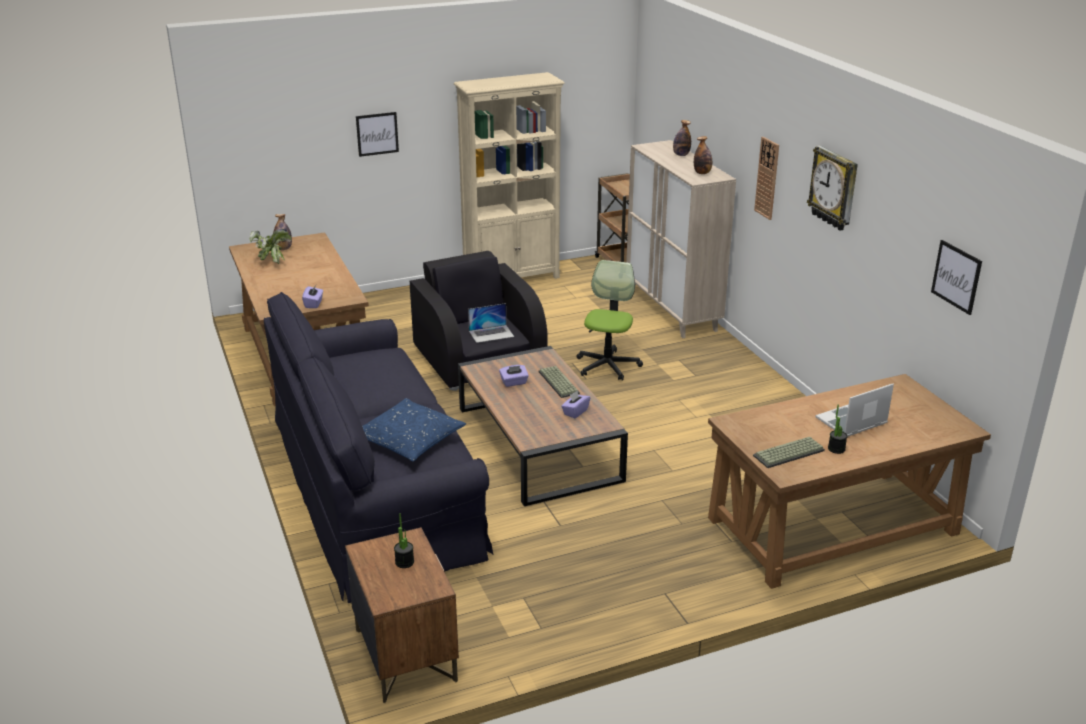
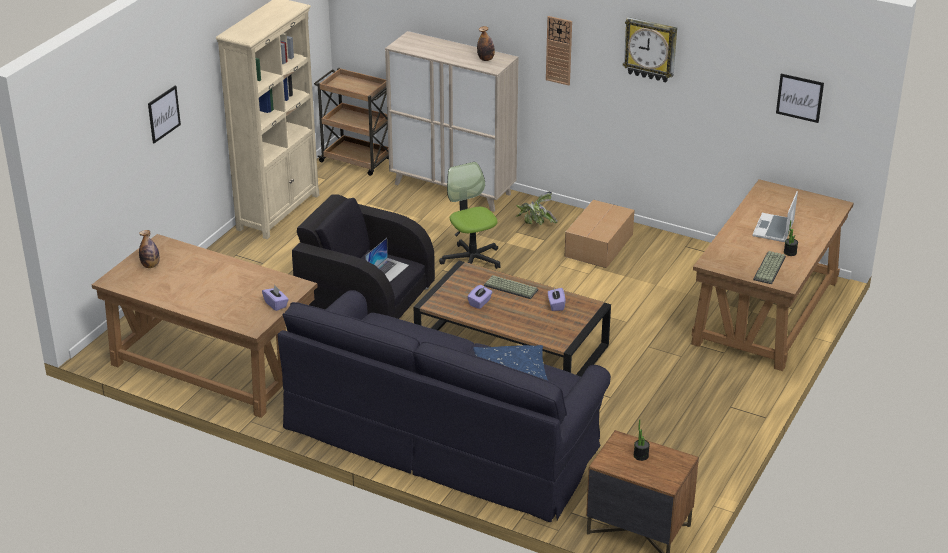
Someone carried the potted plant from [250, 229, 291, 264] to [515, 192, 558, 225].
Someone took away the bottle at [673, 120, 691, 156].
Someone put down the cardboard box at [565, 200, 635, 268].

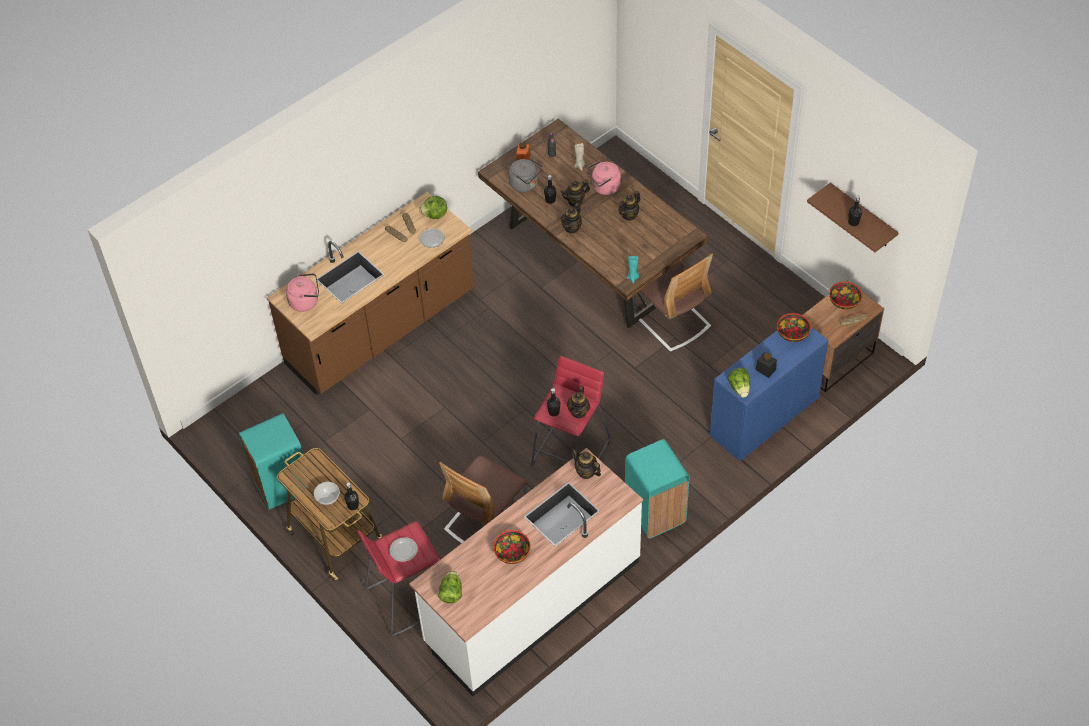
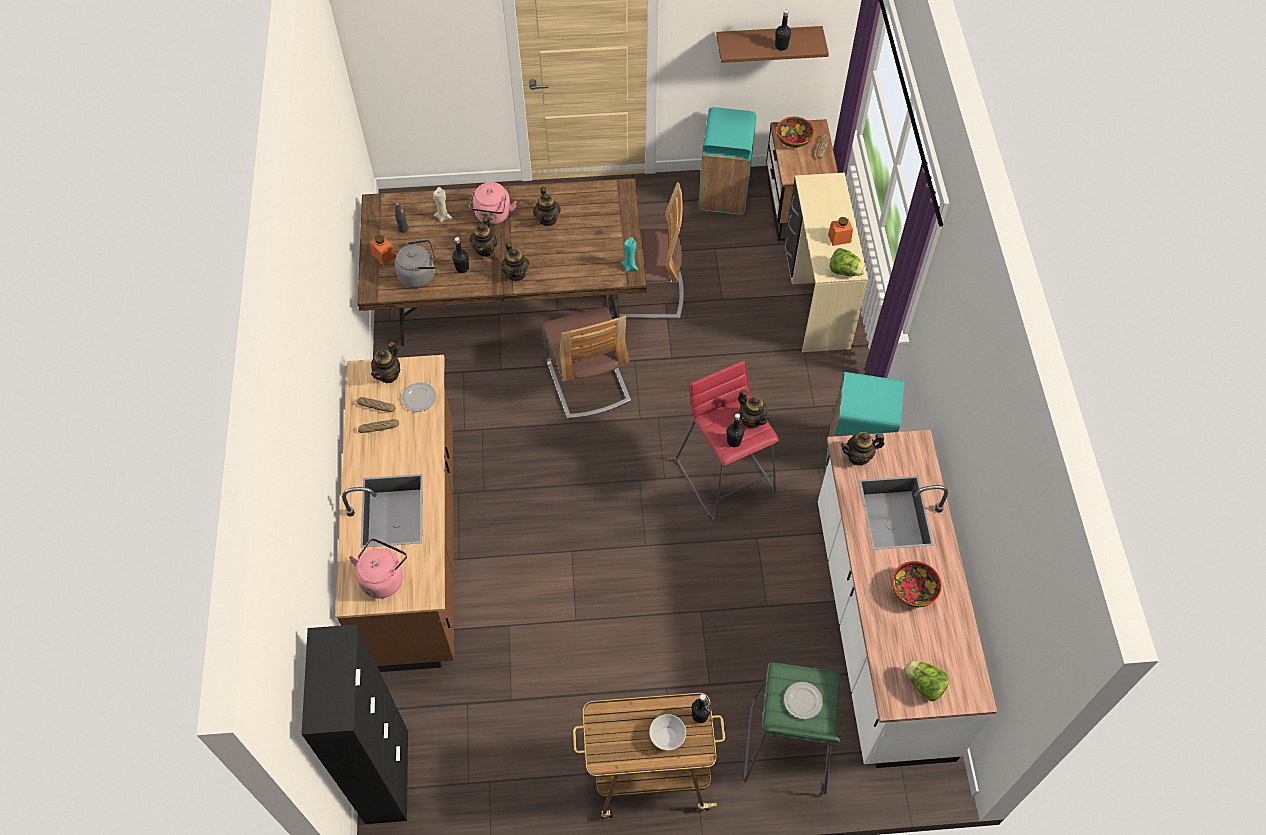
Someone carried the turquoise trash can from [239, 413, 303, 510] to [699, 107, 756, 215].
Someone repainted the red stool at [357, 521, 440, 636], which became the green stool at [743, 662, 841, 794].
Someone swapped the lettuce at [419, 196, 447, 219] for the teapot at [371, 341, 400, 383].
Someone carried the chair from [439, 455, 528, 544] to [542, 307, 631, 419].
Someone repainted the blue desk at [710, 327, 829, 461], which became the beige desk at [785, 173, 869, 352].
Someone repainted the black jar at [755, 352, 777, 378], which became the orange jar at [828, 217, 853, 246].
Someone took away the bowl at [777, 313, 811, 342].
Someone put down the black cabinet at [302, 624, 408, 824].

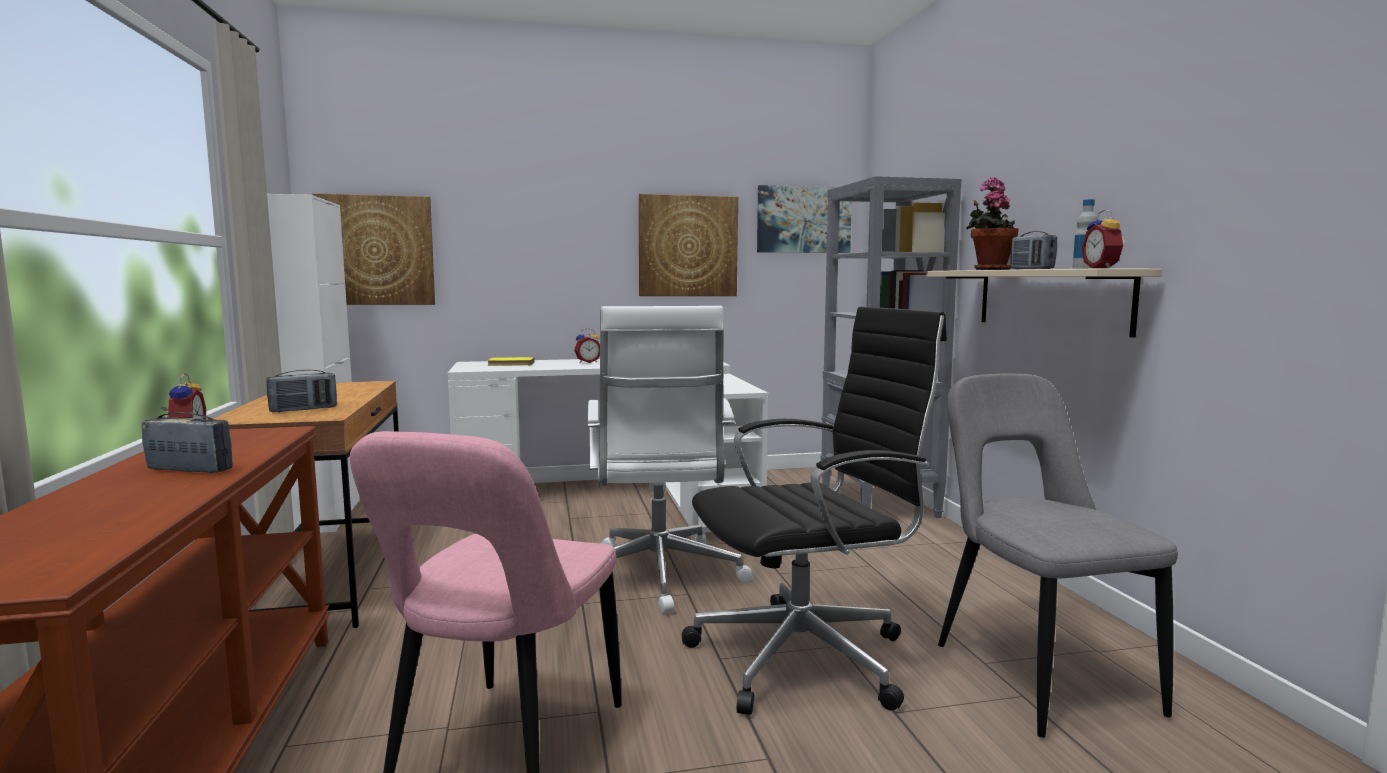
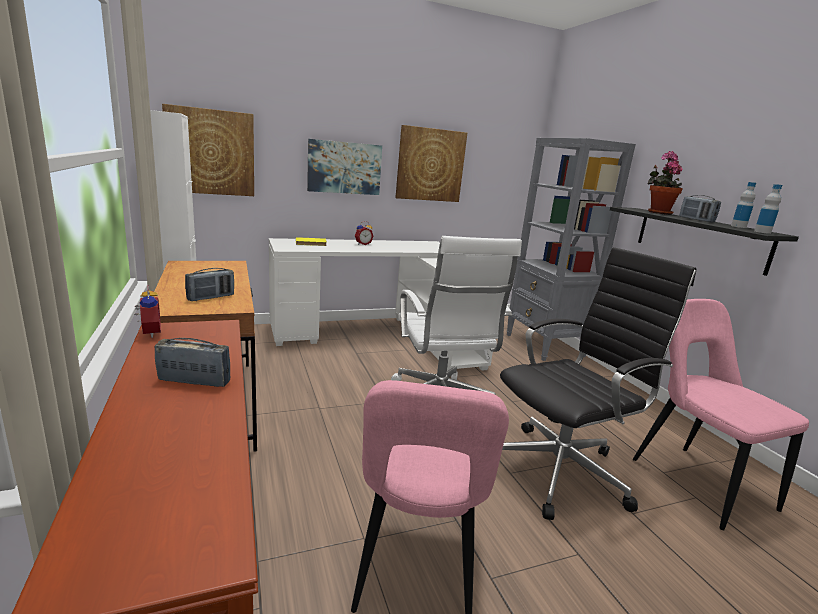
Someone carried the picture from [757, 185, 852, 253] to [307, 139, 382, 195].
Someone repainted the beige shelf at [926, 268, 1162, 338], which became the black shelf at [610, 207, 799, 276].
Someone repainted the grey chair at [938, 374, 1178, 738], which became the pink chair at [633, 299, 809, 530].
Someone swapped the alarm clock at [1082, 209, 1125, 268] for the bottle at [754, 184, 782, 234].

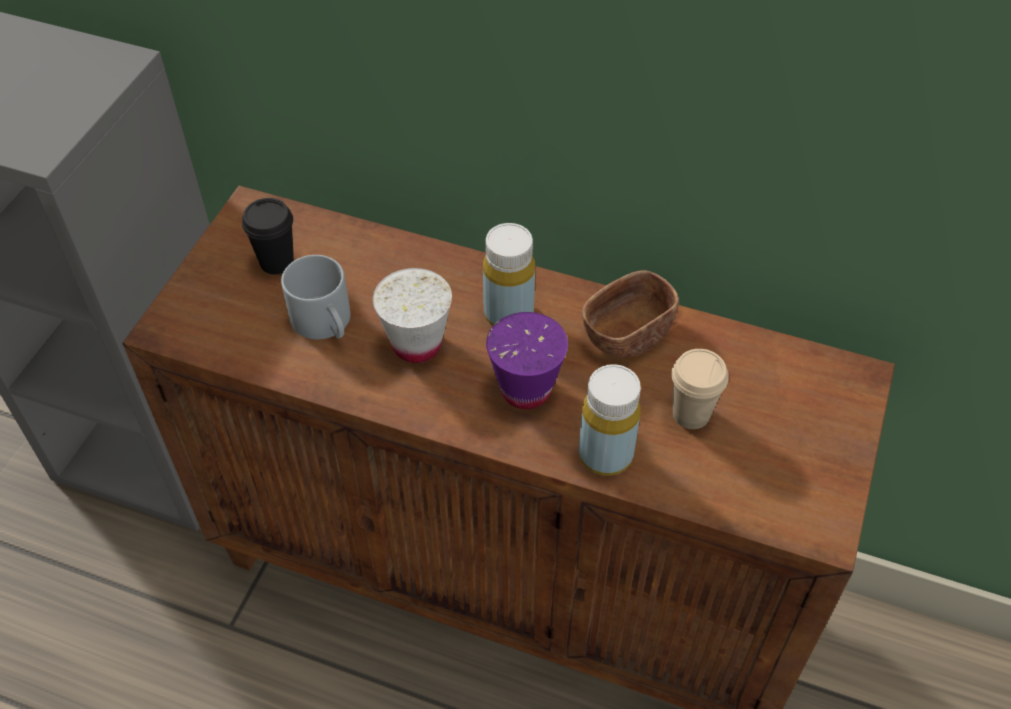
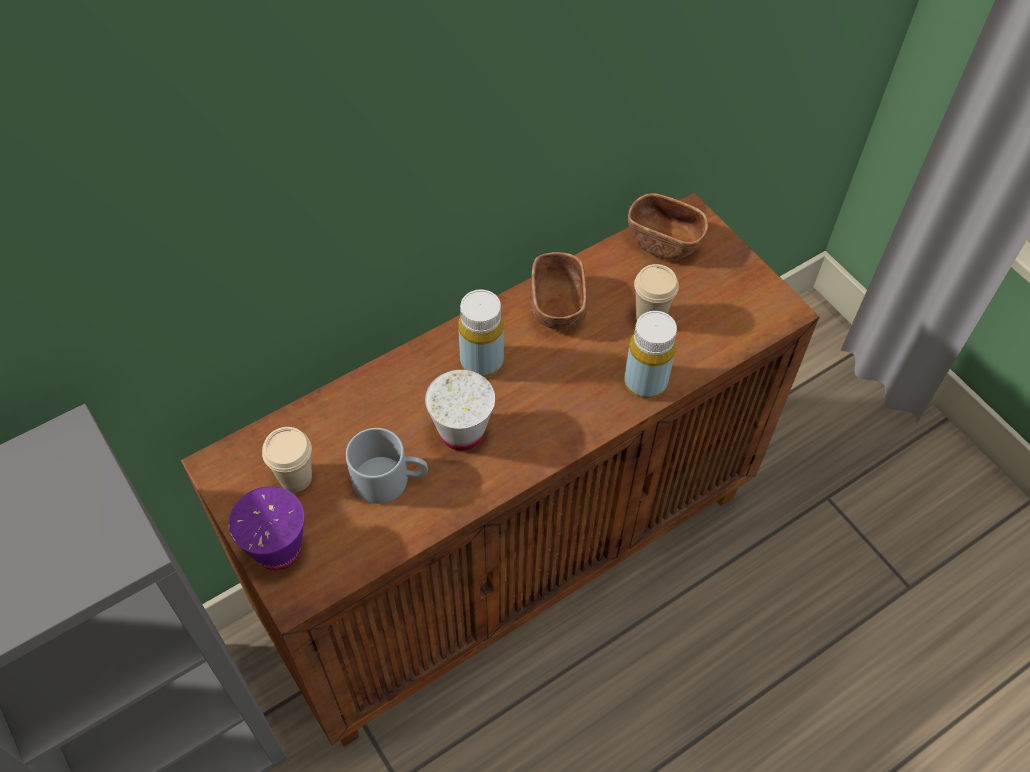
Someone repainted the black cup at [242, 198, 294, 274], which became the beige cup at [262, 427, 312, 492].
Someone carried the purple cup from [486, 312, 568, 409] to [229, 486, 304, 571].
Someone put down the brown bowl at [628, 193, 708, 260].

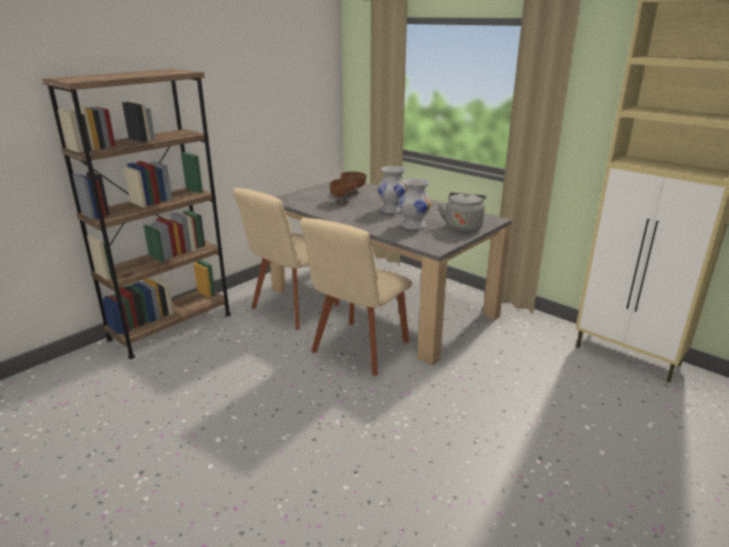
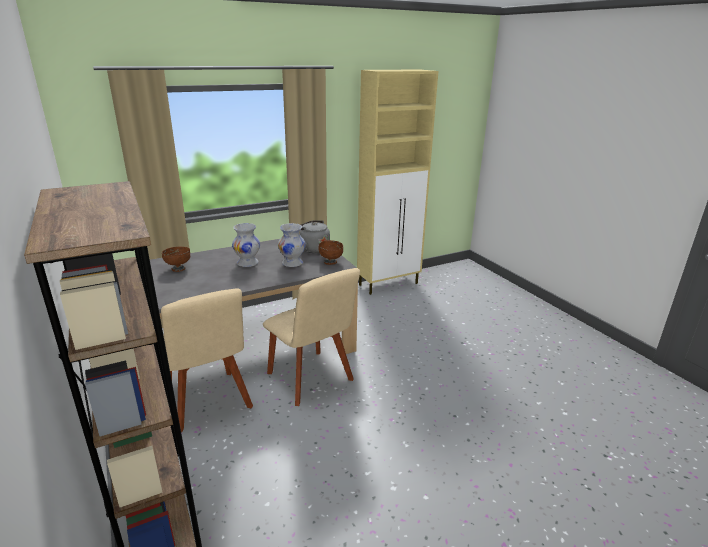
Someone carried the brown bowl from [330, 179, 357, 204] to [318, 240, 343, 265].

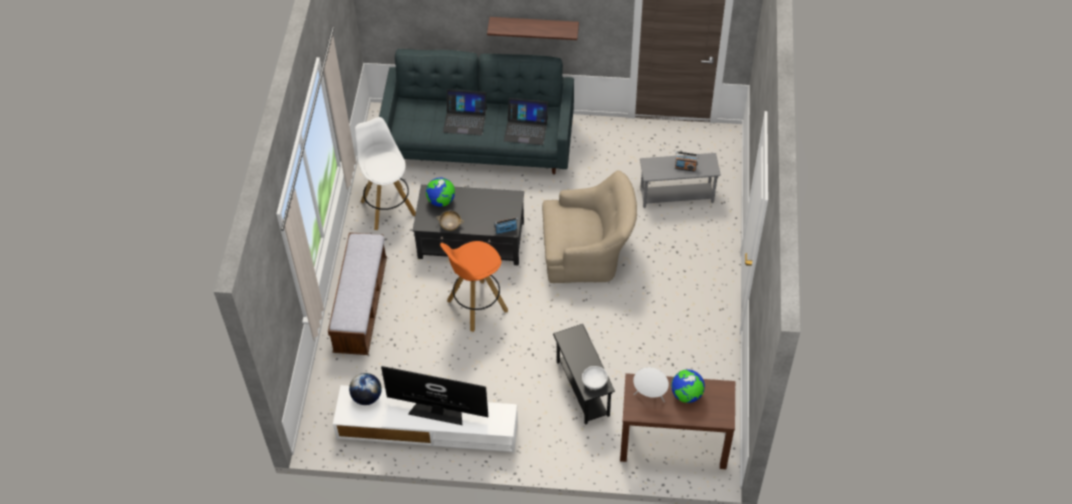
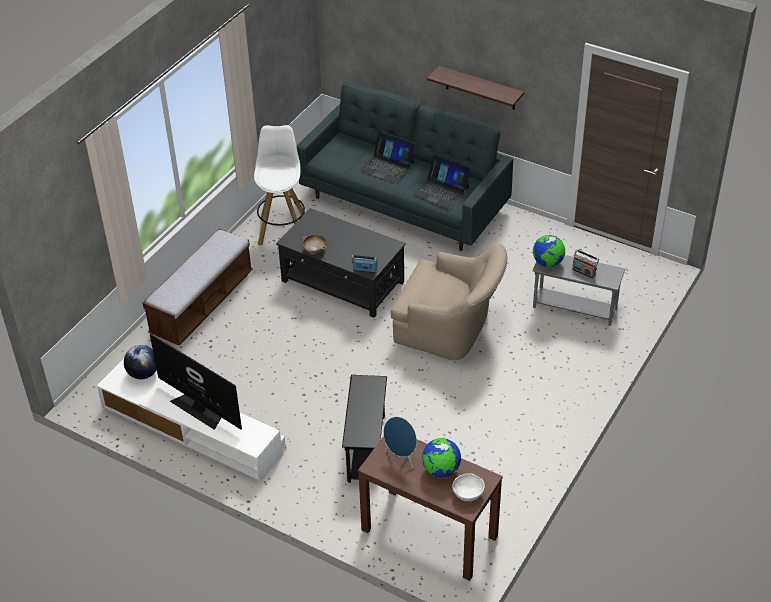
Someone carried the globe from [426, 177, 455, 207] to [533, 235, 565, 267].
Someone took away the orange stool at [440, 241, 508, 332].
Someone carried the white bowl from [582, 366, 608, 390] to [452, 473, 485, 501].
Someone repainted the white speaker at [633, 367, 669, 403], which became the blue speaker at [383, 417, 417, 469].

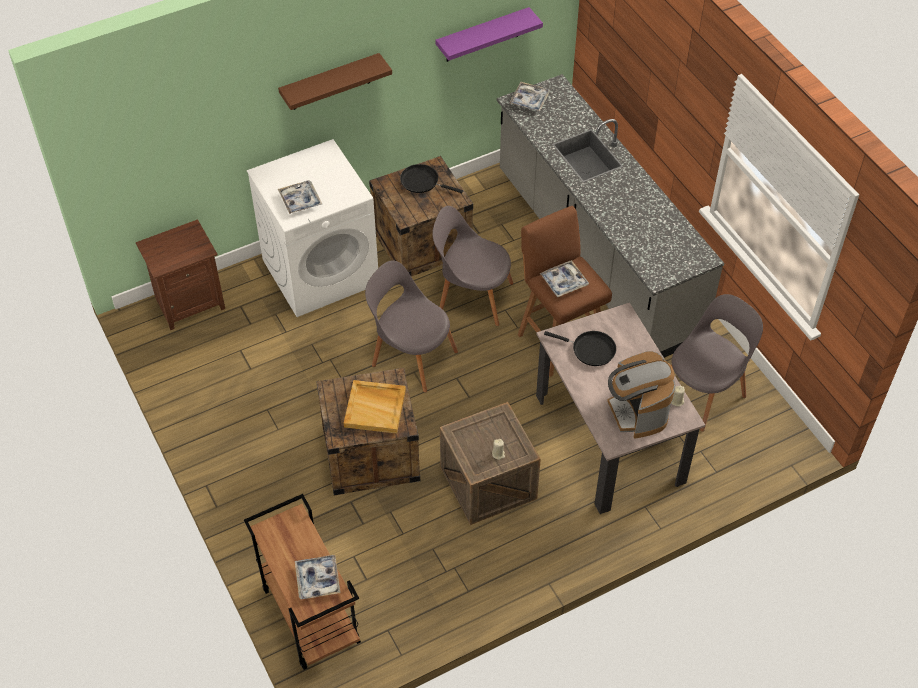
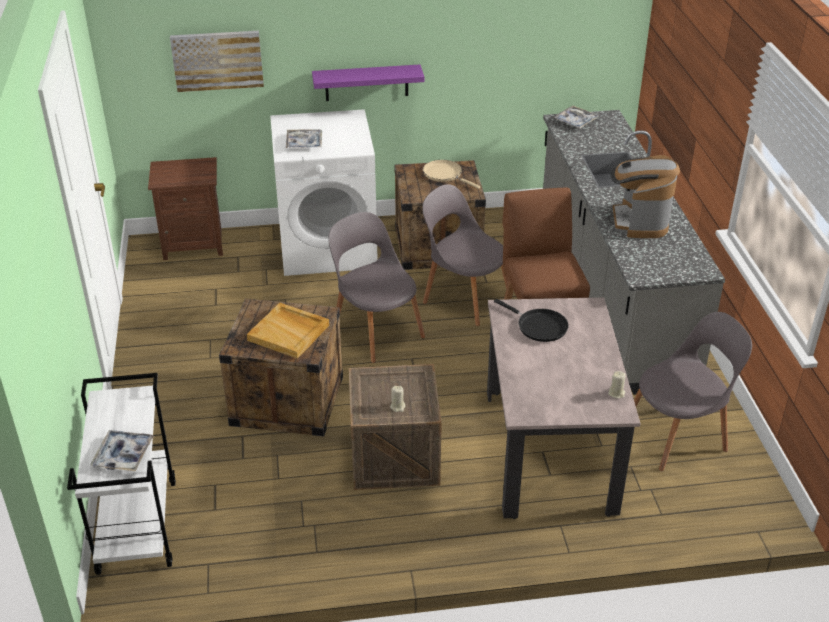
Someone repainted the brown cart at [244, 494, 361, 670], which became the white cart at [67, 373, 176, 575].
Someone took away the brown shelf at [278, 53, 392, 110].
Someone repainted the black frying pan at [400, 164, 463, 193], which became the beige frying pan at [423, 160, 480, 189].
Someone carried the purple shelf from [435, 7, 543, 62] to [312, 65, 424, 101].
Someone took away the tray at [540, 260, 589, 298].
Someone carried the coffee machine from [607, 351, 675, 439] to [610, 155, 680, 238].
Someone put up the picture at [170, 31, 264, 92].

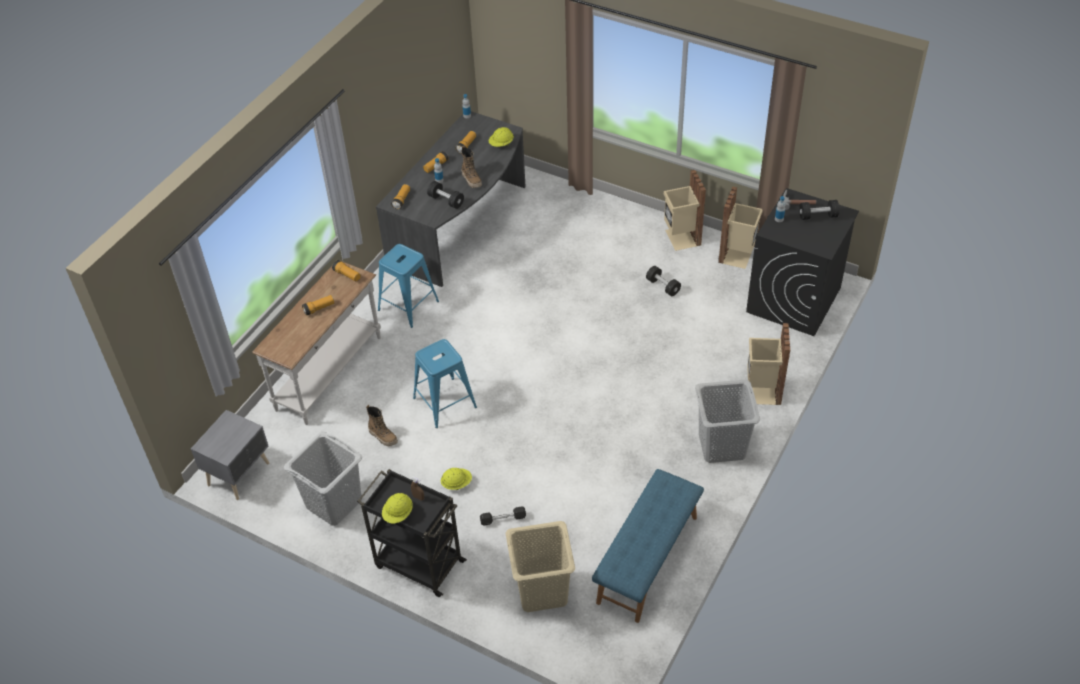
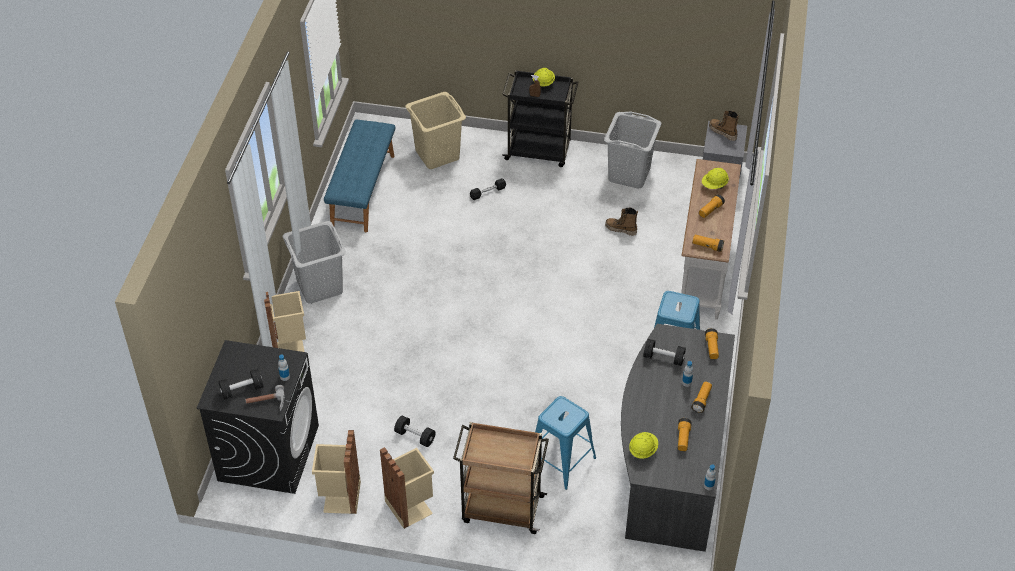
Someone carried the blue stool from [413, 339, 477, 428] to [535, 396, 596, 490].
Someone carried the yellow hard hat from [441, 468, 472, 490] to [702, 168, 729, 189].
Someone carried the boot from [461, 146, 482, 188] to [709, 111, 739, 141].
Someone put down the brown cart at [453, 422, 549, 534].

